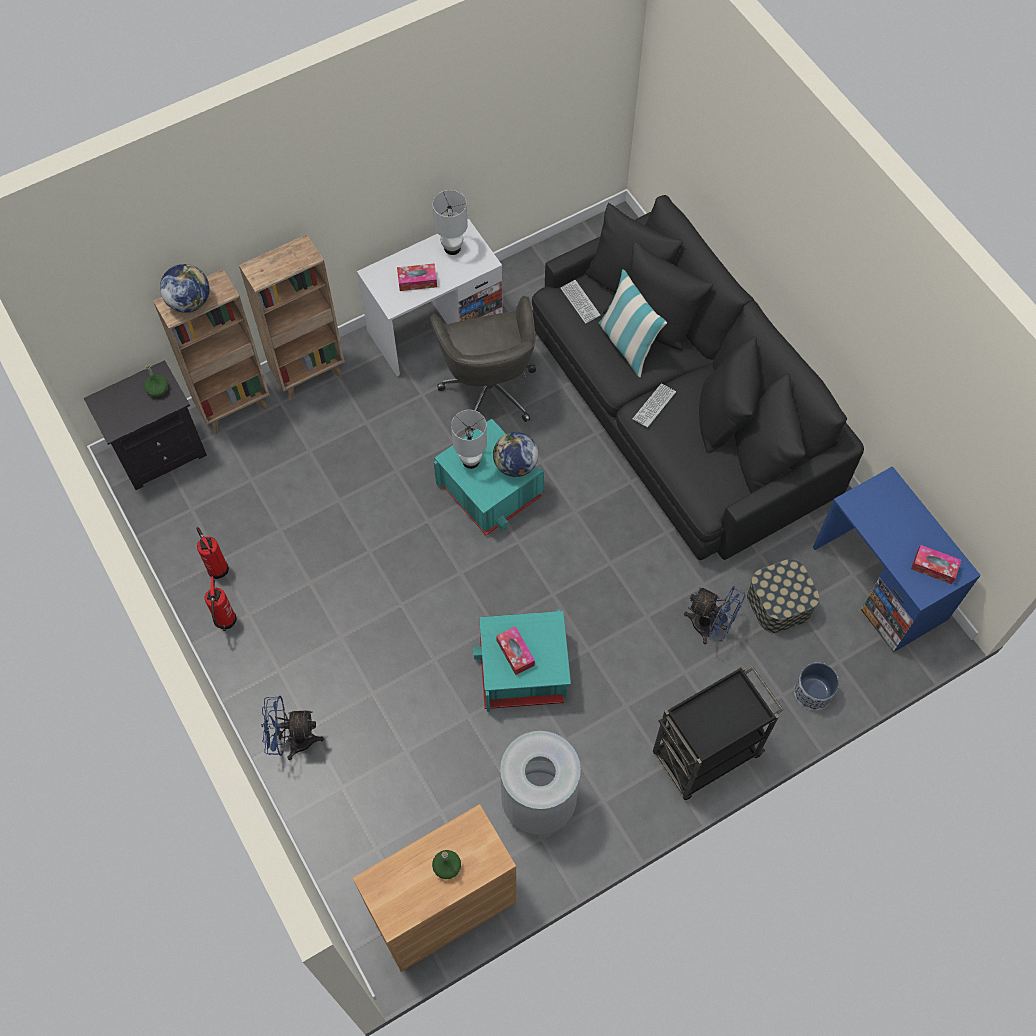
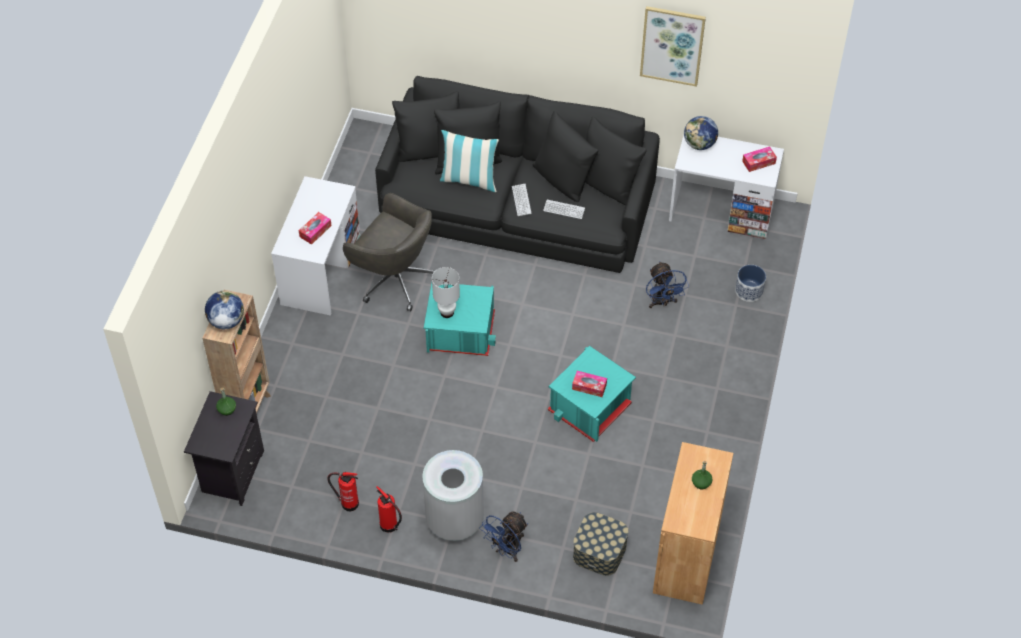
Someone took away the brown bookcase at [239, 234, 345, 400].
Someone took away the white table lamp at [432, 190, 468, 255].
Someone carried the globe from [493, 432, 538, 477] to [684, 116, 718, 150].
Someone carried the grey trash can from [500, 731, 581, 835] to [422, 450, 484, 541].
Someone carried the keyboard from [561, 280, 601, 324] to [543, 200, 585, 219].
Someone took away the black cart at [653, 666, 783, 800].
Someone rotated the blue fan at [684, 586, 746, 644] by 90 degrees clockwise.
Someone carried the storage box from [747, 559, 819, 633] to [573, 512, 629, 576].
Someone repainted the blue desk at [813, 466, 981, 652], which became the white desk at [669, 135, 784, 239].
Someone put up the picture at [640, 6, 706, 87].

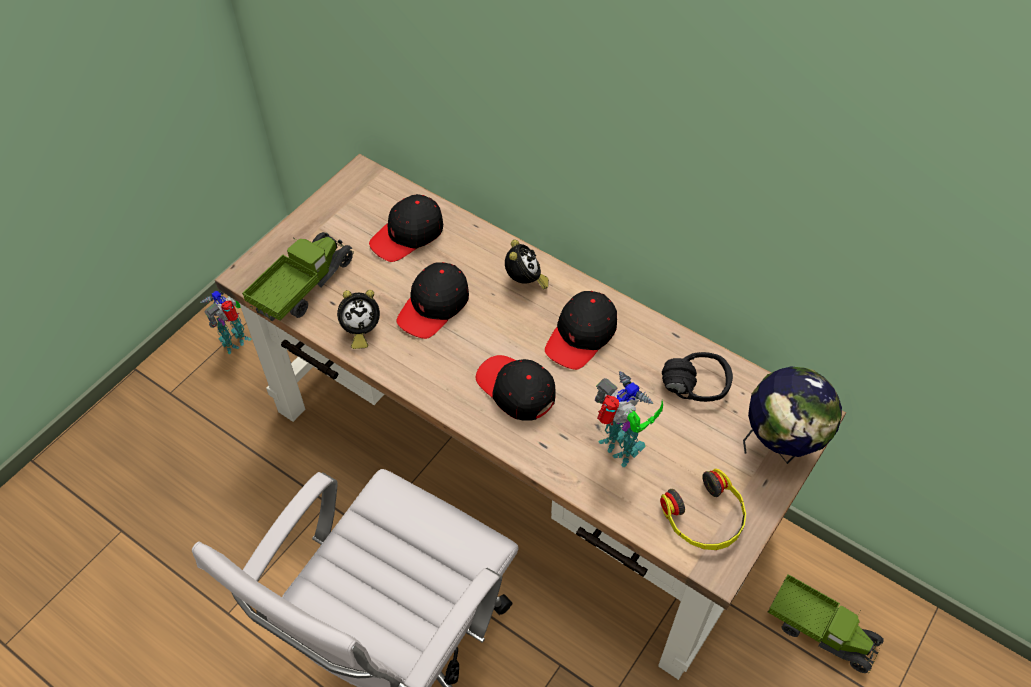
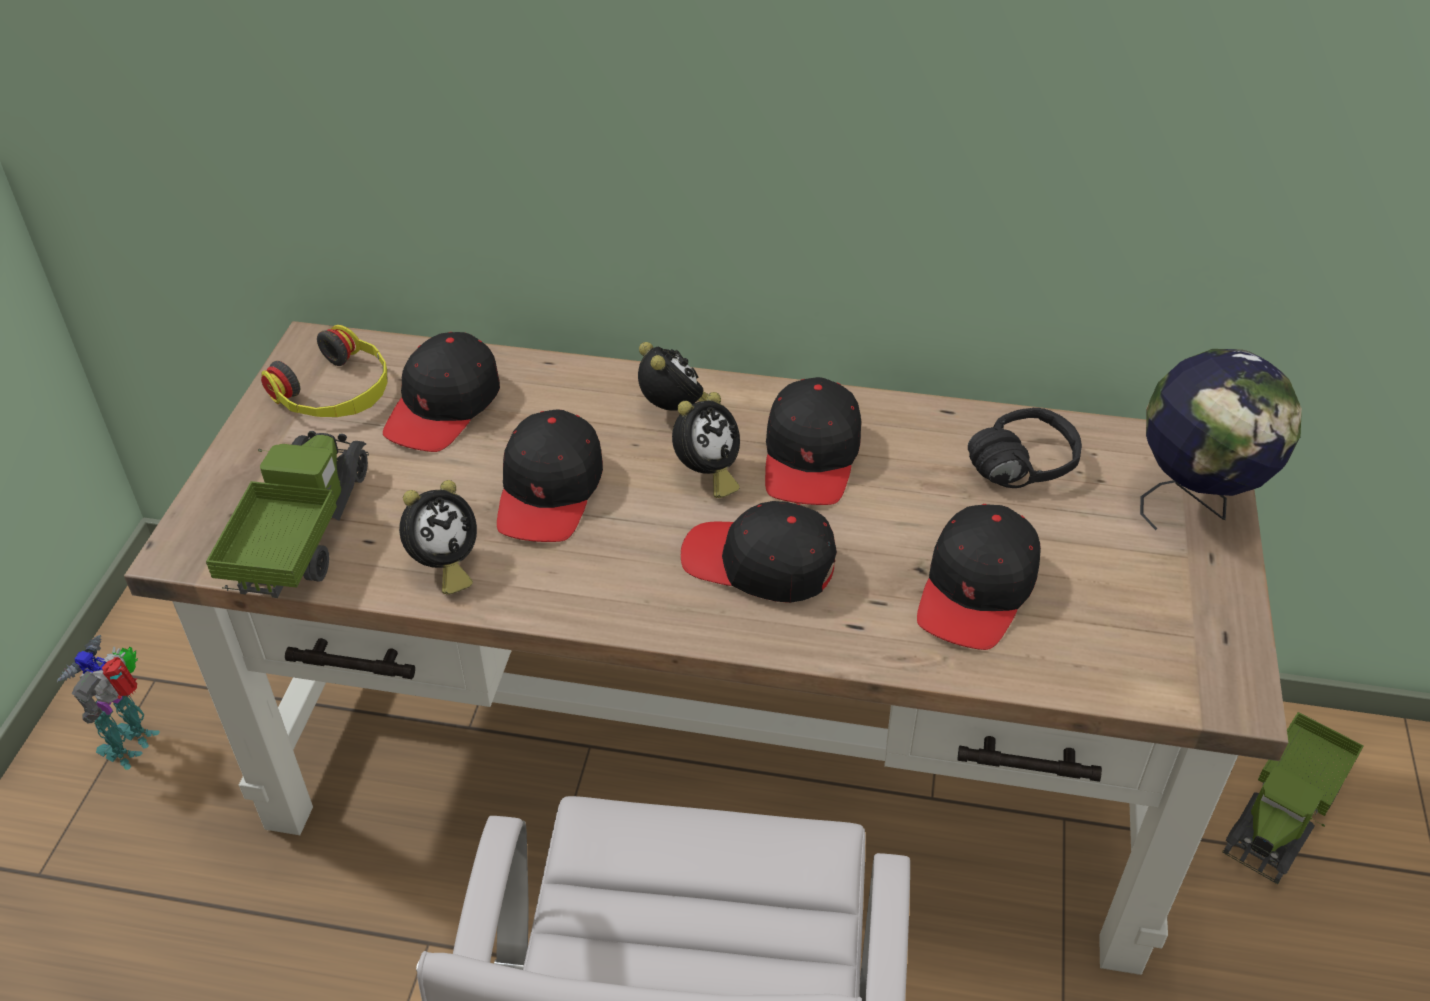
Someone swapped the toy robot at [595, 371, 663, 467] for the black cap at [917, 504, 1041, 650].
Someone carried the headphones from [660, 469, 746, 550] to [261, 325, 388, 417].
Someone rotated the toy truck at [768, 574, 884, 674] by 120 degrees clockwise.
Someone put down the alarm clock at [672, 392, 740, 498].

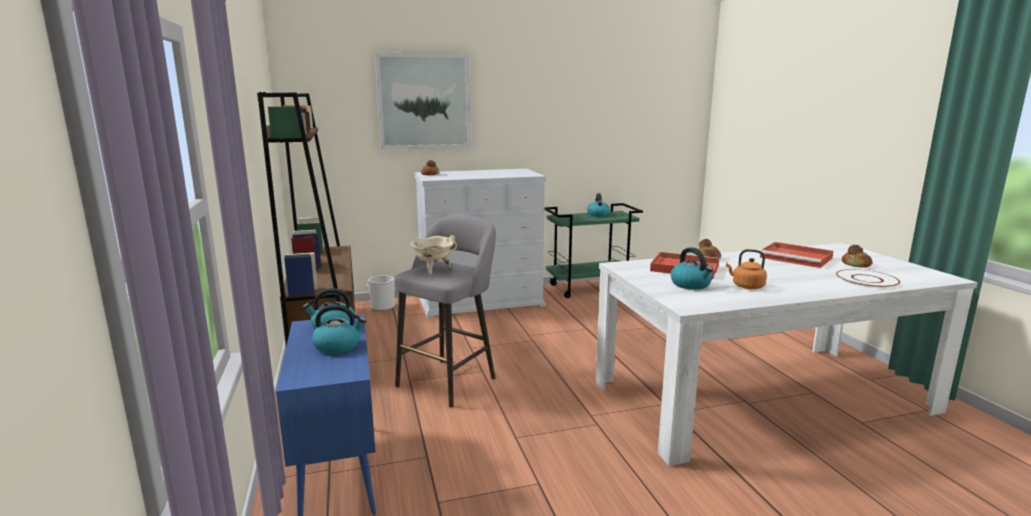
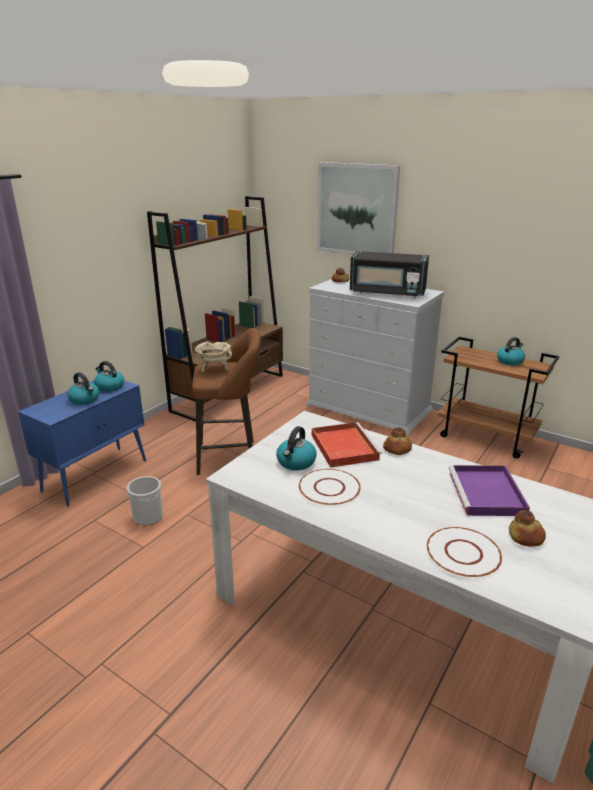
Someone carried the bucket from [366, 276, 395, 311] to [126, 476, 163, 525].
Someone repainted the grey stool at [394, 215, 496, 408], which became the brown stool at [192, 328, 261, 475].
Someone repainted the green cart at [544, 203, 643, 298], which became the brown cart at [437, 336, 559, 458].
Someone swapped the orange kettle at [726, 249, 767, 289] for the white plate at [299, 469, 361, 505].
Someone repainted the red tray at [760, 242, 834, 268], which became the purple tray at [449, 465, 530, 516].
Someone put down the black microwave at [350, 251, 429, 298].

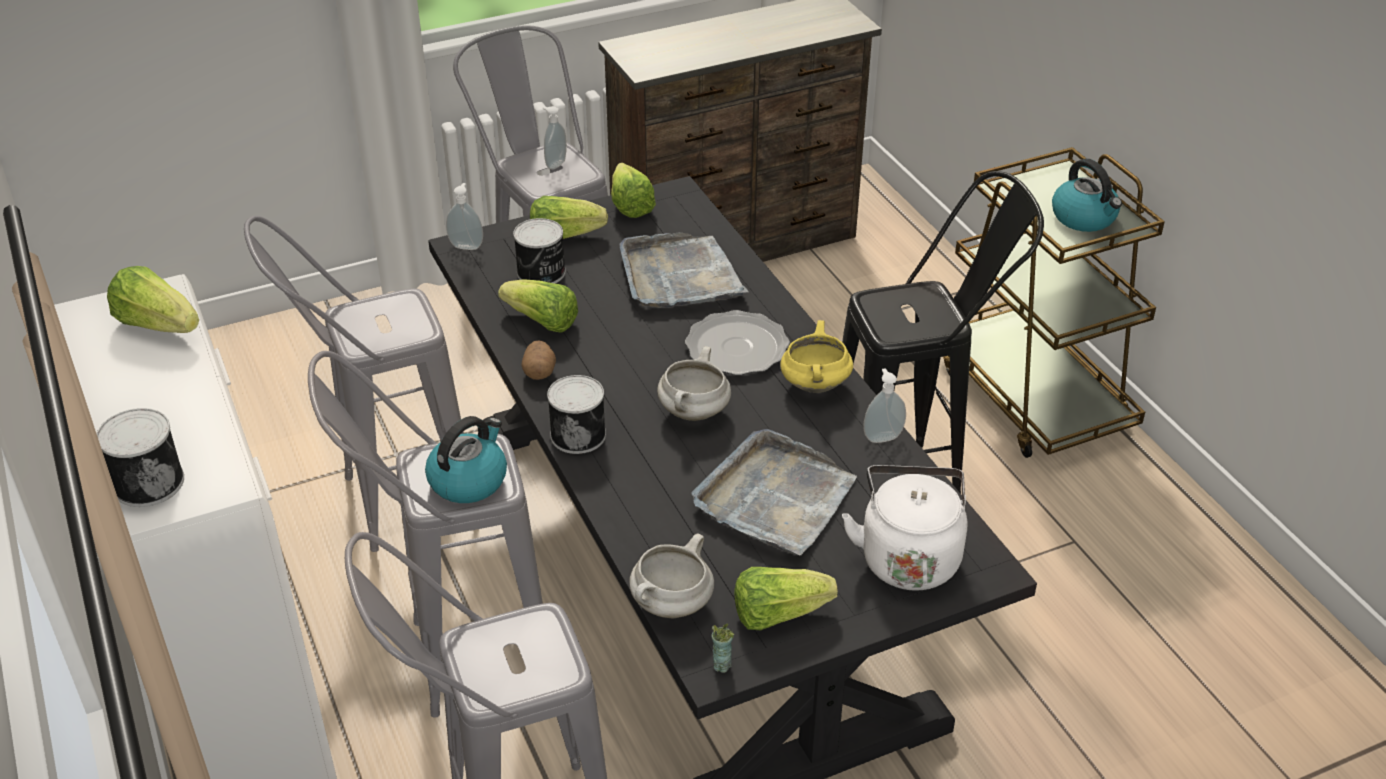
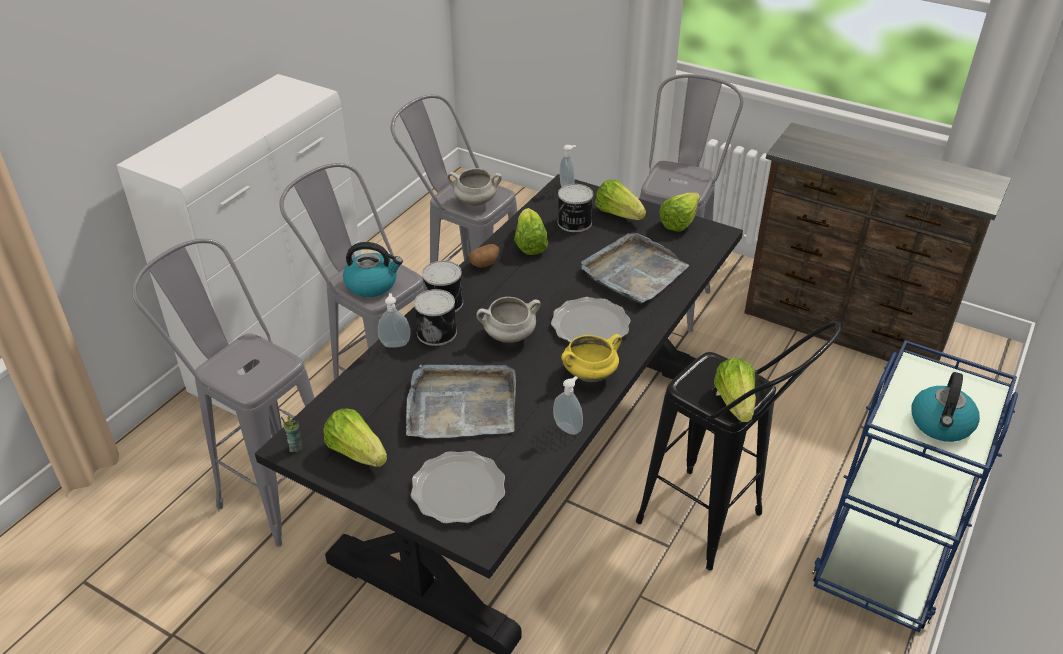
Someone carried the can from [97, 408, 184, 507] to [414, 289, 457, 346].
Someone carried the lettuce from [107, 266, 199, 333] to [714, 358, 756, 422].
Someone carried the soap dispenser from [542, 106, 567, 170] to [378, 293, 411, 348].
Someone carried the white cooking pot from [629, 533, 714, 619] to [447, 168, 502, 206].
Someone swapped the white kettle at [842, 465, 968, 591] for the plate at [411, 451, 505, 524].
Someone repainted the brown cart at [943, 147, 1165, 458], which became the blue cart at [812, 340, 1018, 632].

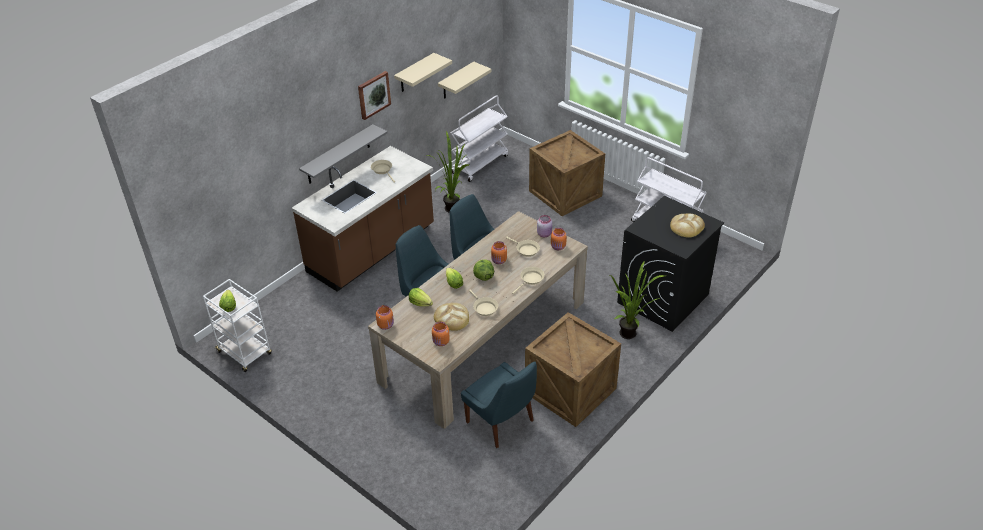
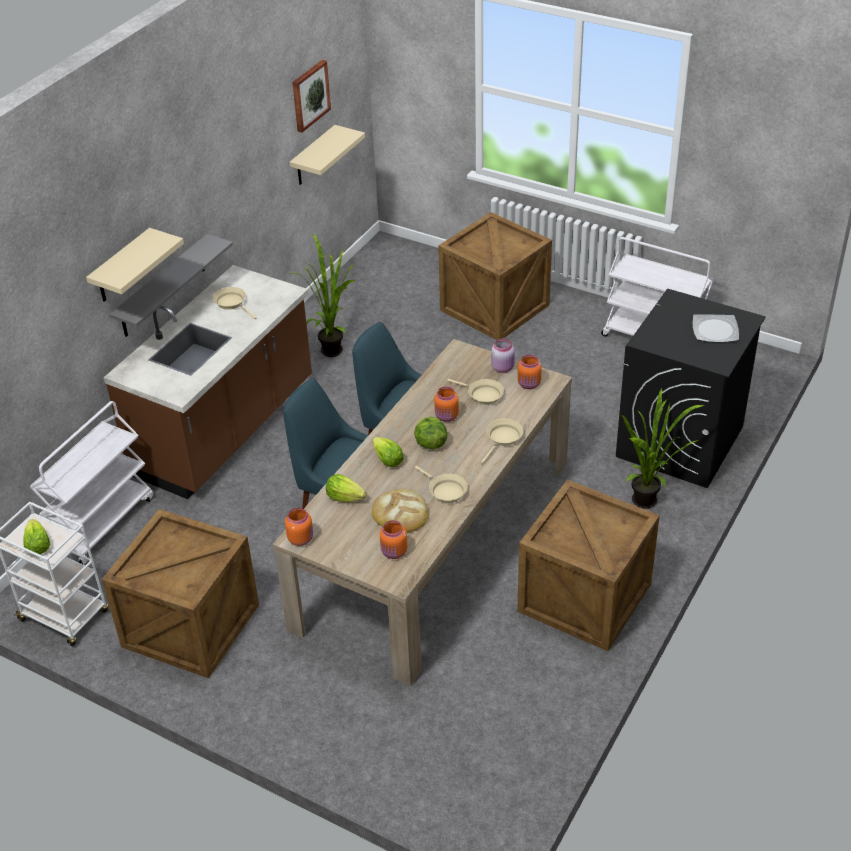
Someone carried the picture from [358, 71, 391, 120] to [292, 60, 331, 133].
Someone carried the beige shelf from [394, 53, 452, 92] to [86, 228, 184, 302].
Someone carried the white cart from [451, 95, 508, 182] to [30, 401, 153, 566].
Someone took away the blue chair at [461, 361, 537, 448].
Someone swapped the bread at [670, 213, 705, 238] for the plate at [692, 315, 739, 343].
Someone put down the crate at [102, 509, 259, 678].

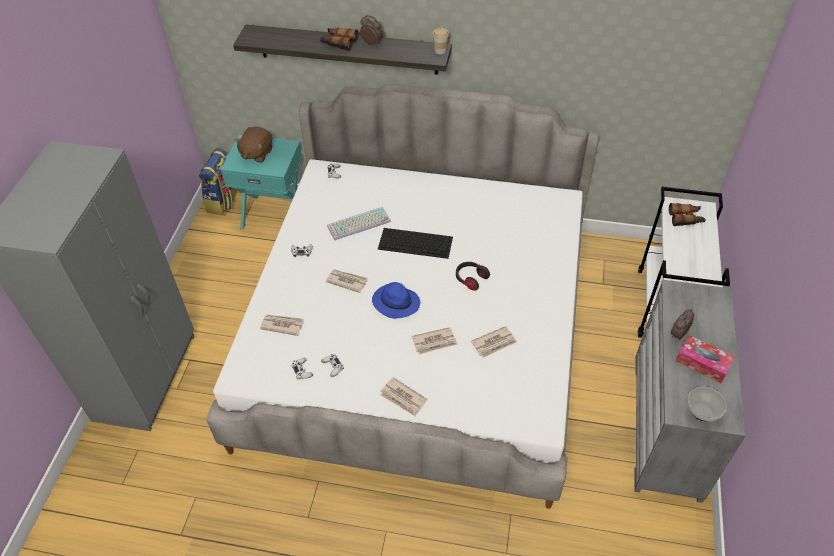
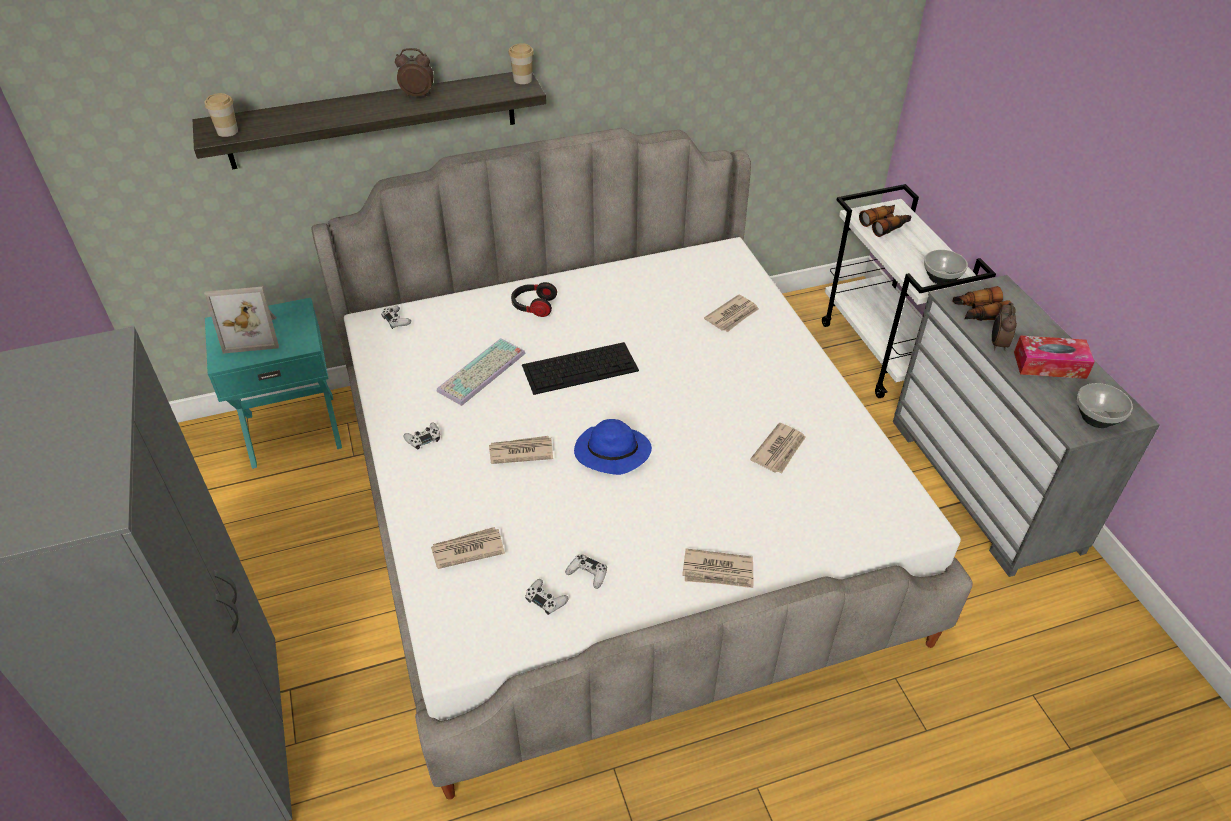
Someone took away the backpack at [199, 148, 241, 216].
Someone swapped the brown plush toy at [235, 126, 272, 163] for the picture frame at [204, 287, 279, 354].
Someone carried the binoculars from [320, 28, 358, 51] to [953, 286, 1010, 321].
Someone carried the newspaper from [412, 327, 458, 355] to [704, 295, 759, 332].
Someone carried the headphones from [456, 262, 490, 291] to [511, 282, 557, 317].
Someone put down the cup at [204, 93, 238, 137].
Someone put down the bowl at [924, 250, 968, 284].

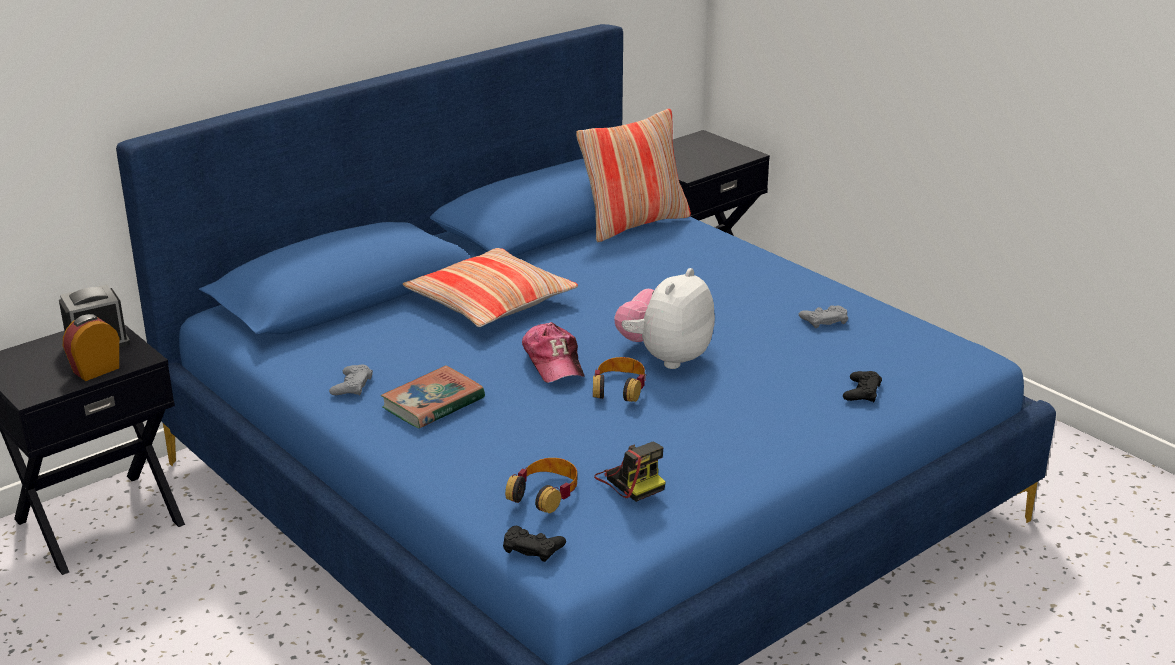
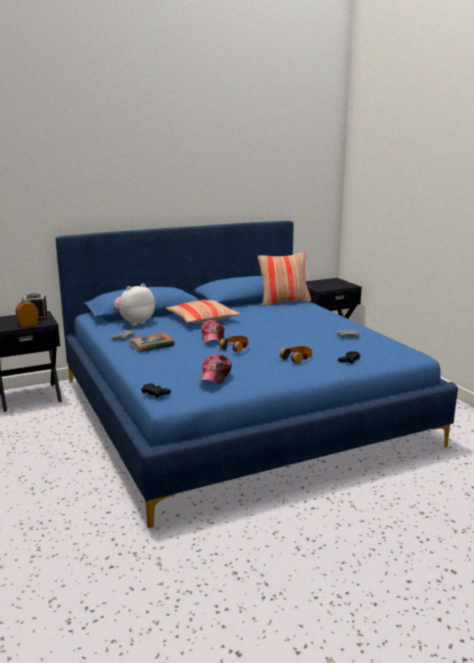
Someone carried the headphones from [505, 458, 577, 513] to [280, 346, 312, 364].
Someone swapped the photo camera at [594, 442, 666, 502] for the cap at [200, 354, 232, 384].
Someone carried the plush toy from [615, 268, 715, 369] to [113, 283, 155, 326].

